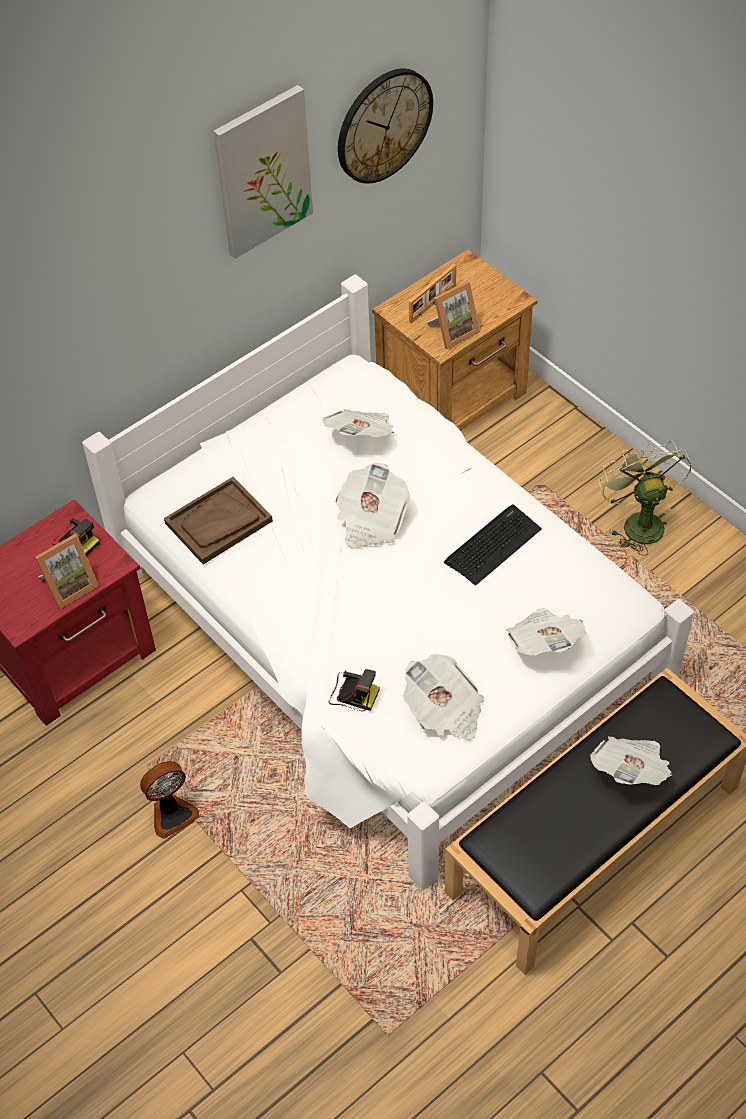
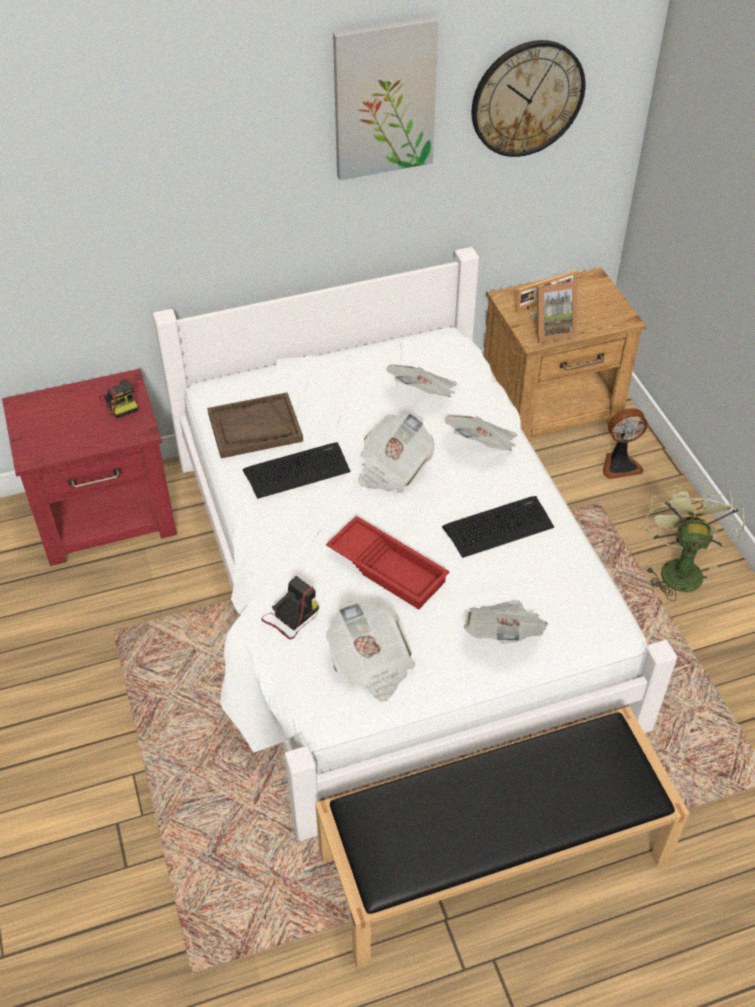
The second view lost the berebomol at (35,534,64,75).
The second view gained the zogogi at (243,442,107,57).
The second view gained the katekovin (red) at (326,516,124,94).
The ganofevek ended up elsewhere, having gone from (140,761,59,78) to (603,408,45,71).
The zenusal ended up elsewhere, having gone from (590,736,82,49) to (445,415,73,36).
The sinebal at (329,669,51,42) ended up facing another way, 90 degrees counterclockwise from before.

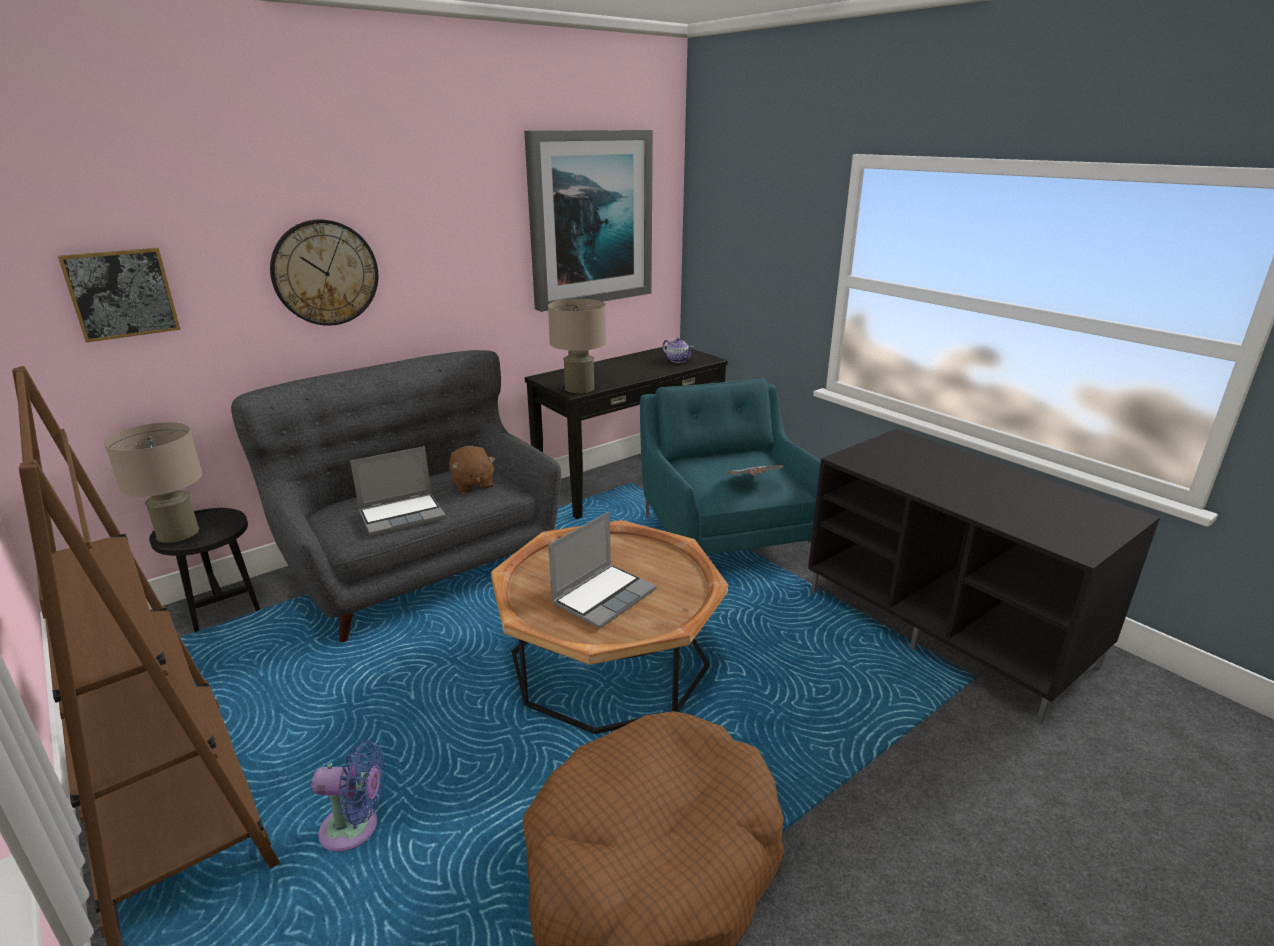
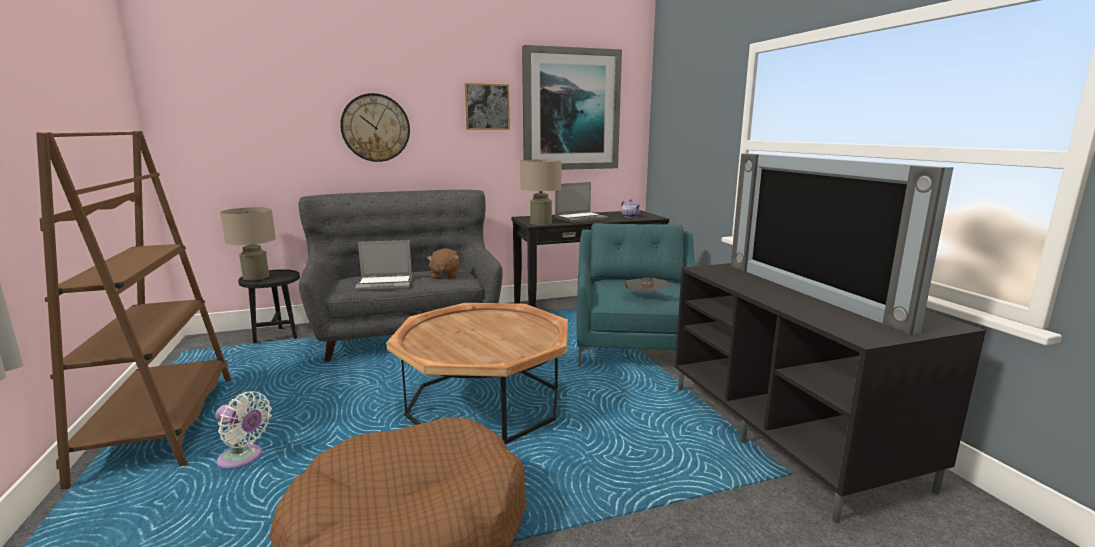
The second view gained the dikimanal at (731,153,223,182).
The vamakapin ended up elsewhere, having gone from (58,248,123,95) to (465,83,45,47).
The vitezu ended up elsewhere, having gone from (548,512,109,117) to (555,182,53,41).
What was the ganofevek (blue) at (311,740,74,112) turned into the ganofevek (white) at (215,391,57,78).

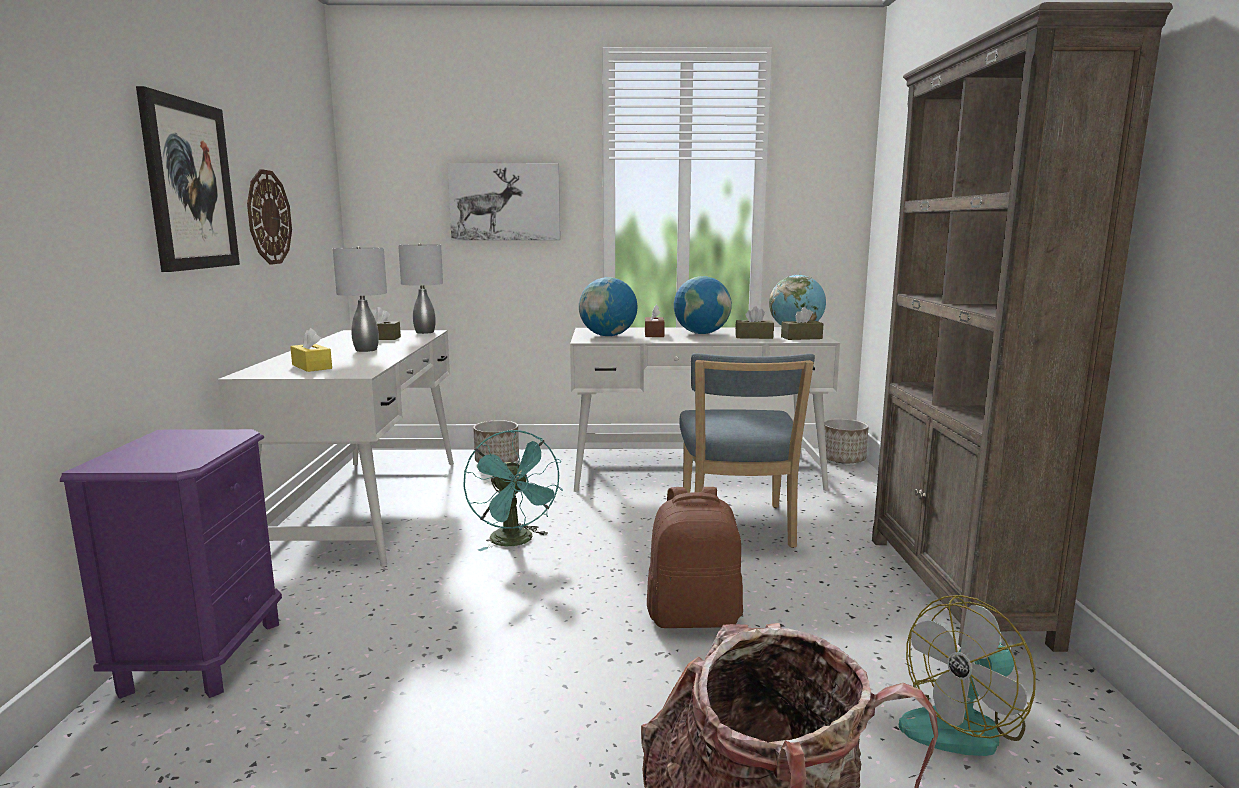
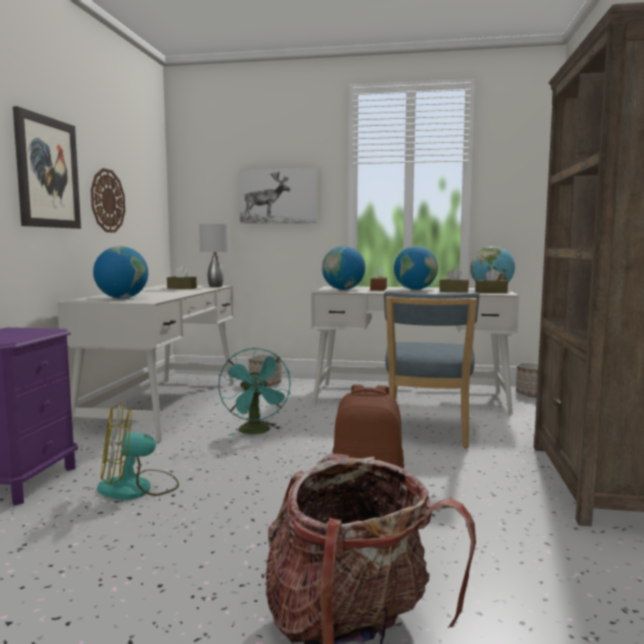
The second view lost the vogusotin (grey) at (333,246,54,106).
The ganofevek ended up elsewhere, having gone from (899,595,137,161) to (97,403,82,97).
Where the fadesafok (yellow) stood at (290,328,42,44), the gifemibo came to stand at (93,246,55,53).

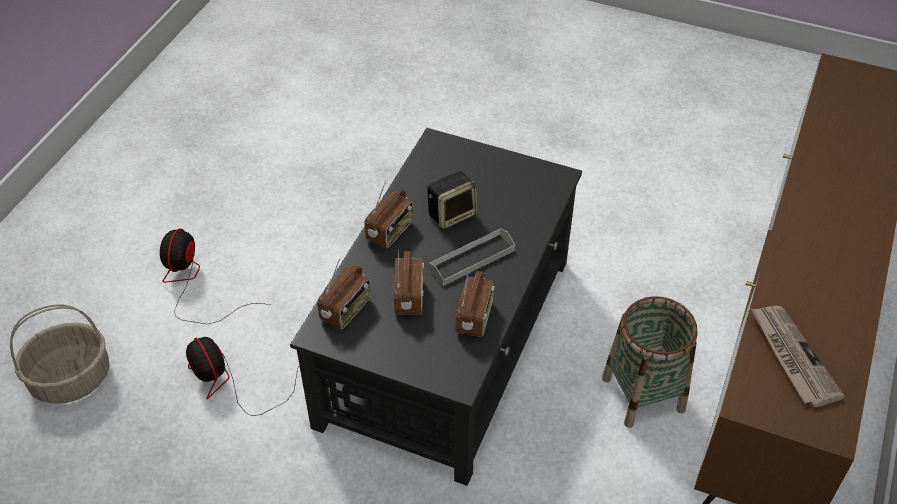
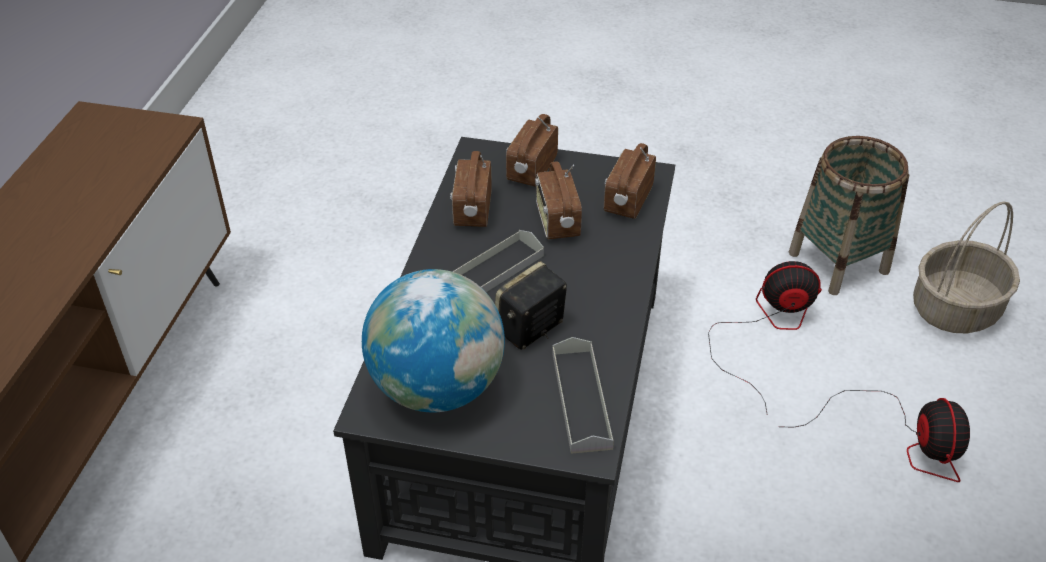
The second view lost the zenusal at (751,306,94,101).
The second view gained the gifemibo at (362,269,143,144).
The second view gained the katekovin (grey) at (552,337,62,117).
The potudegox ended up elsewhere, having gone from (364,181,49,68) to (506,114,52,73).
The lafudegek ended up elsewhere, having gone from (602,296,96,132) to (789,136,120,159).
The ganofevek at (186,337,113,79) ended up facing another way, 45 degrees counterclockwise from before.

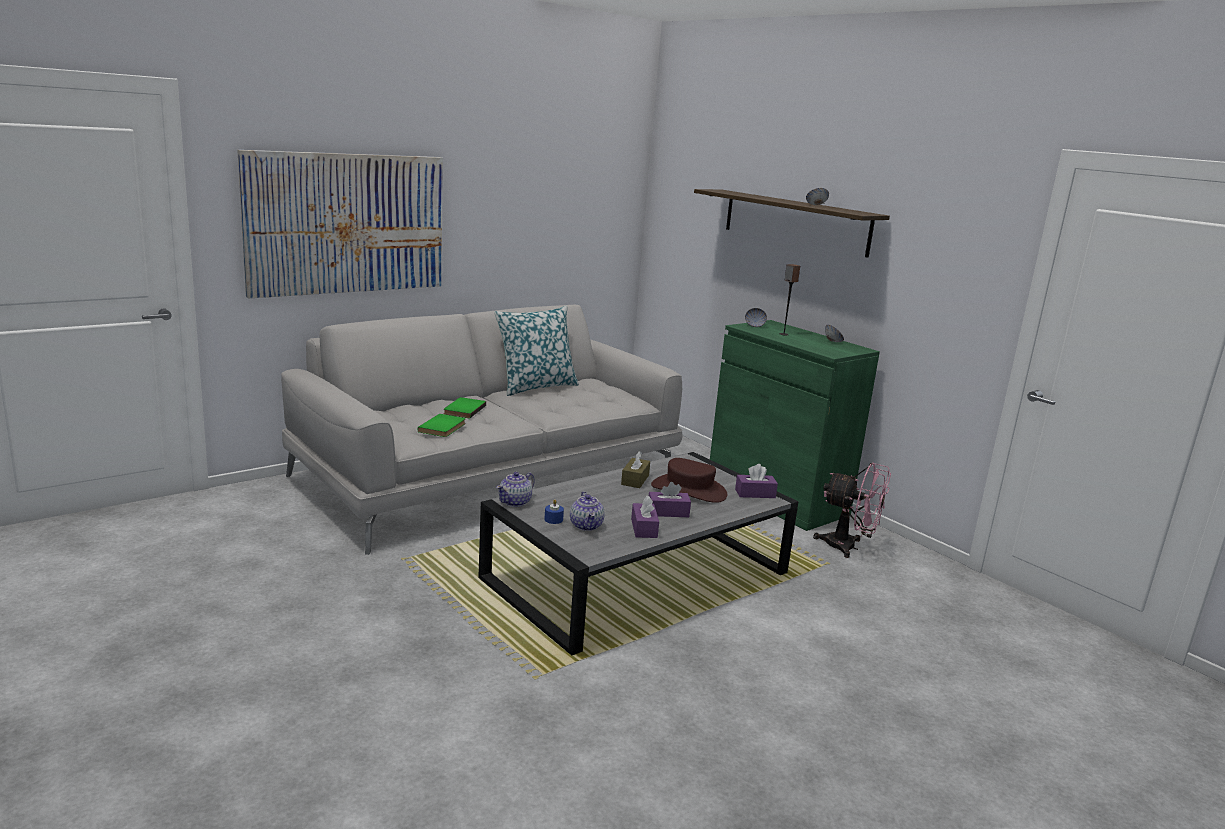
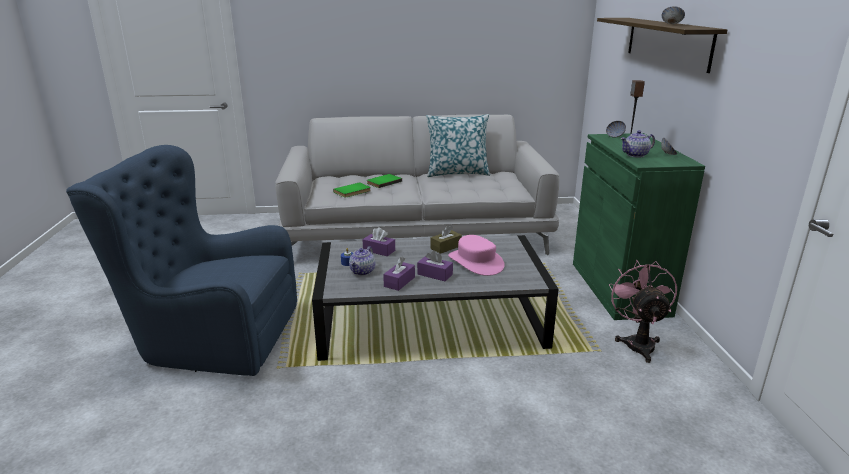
The second view lost the vamakapin at (237,150,206,149).
The second view gained the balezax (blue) at (66,145,231,231).
The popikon ended up elsewhere, having gone from (496,472,39,35) to (620,130,35,28).
The fadesafok (purple) ended up elsewhere, having gone from (735,464,43,34) to (362,227,33,29).
What was the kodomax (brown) at (651,458,76,45) turned into the kodomax (pink) at (448,235,57,41).
The ganofevek (pink) at (813,463,78,95) ended up facing another way, 150 degrees counterclockwise from before.

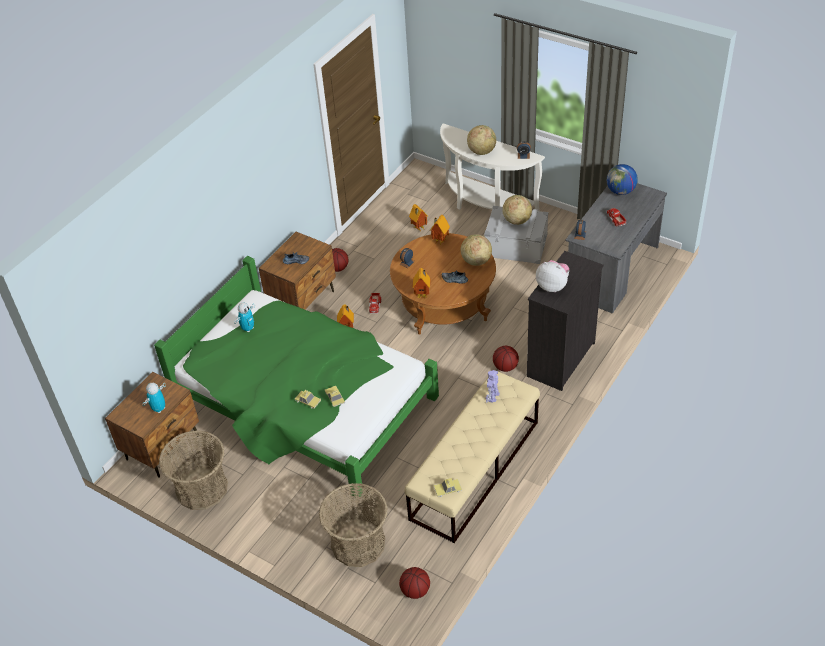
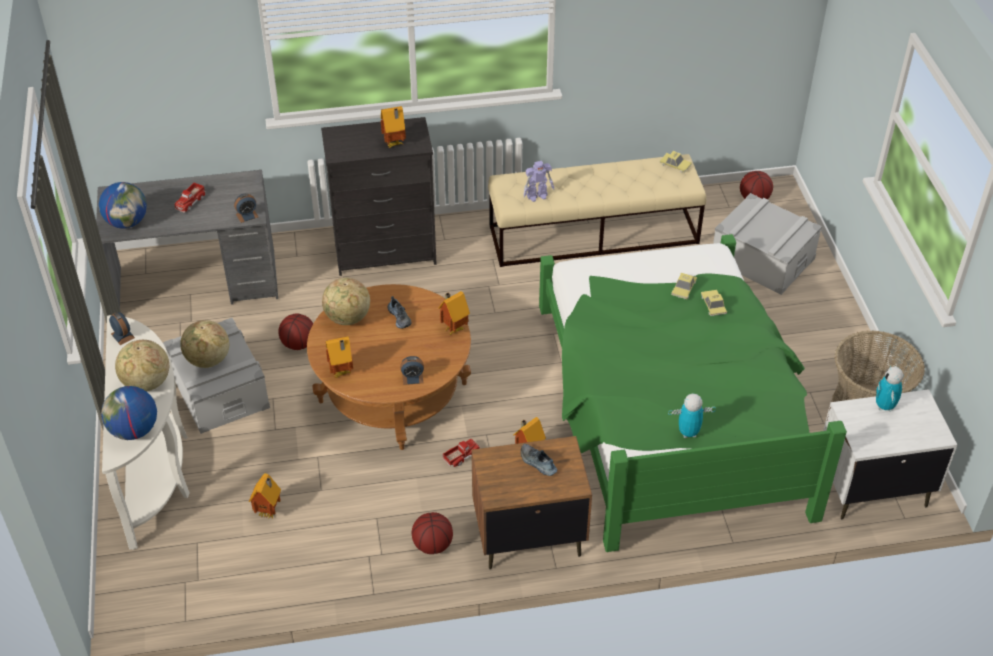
The second view gained the gifemibo at (101,386,56,54).
The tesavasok ended up elsewhere, having gone from (493,346,26,26) to (278,314,35,36).
Where the lafudegek stood at (319,483,69,84), the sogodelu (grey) came to stand at (713,193,109,102).
Where the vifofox stood at (536,260,33,32), the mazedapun came to stand at (381,106,25,42).
What was the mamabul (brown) at (105,372,94,106) turned into the mamabul (white) at (823,389,134,130).
The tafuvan at (143,383,23,30) ended up facing another way, 105 degrees clockwise from before.

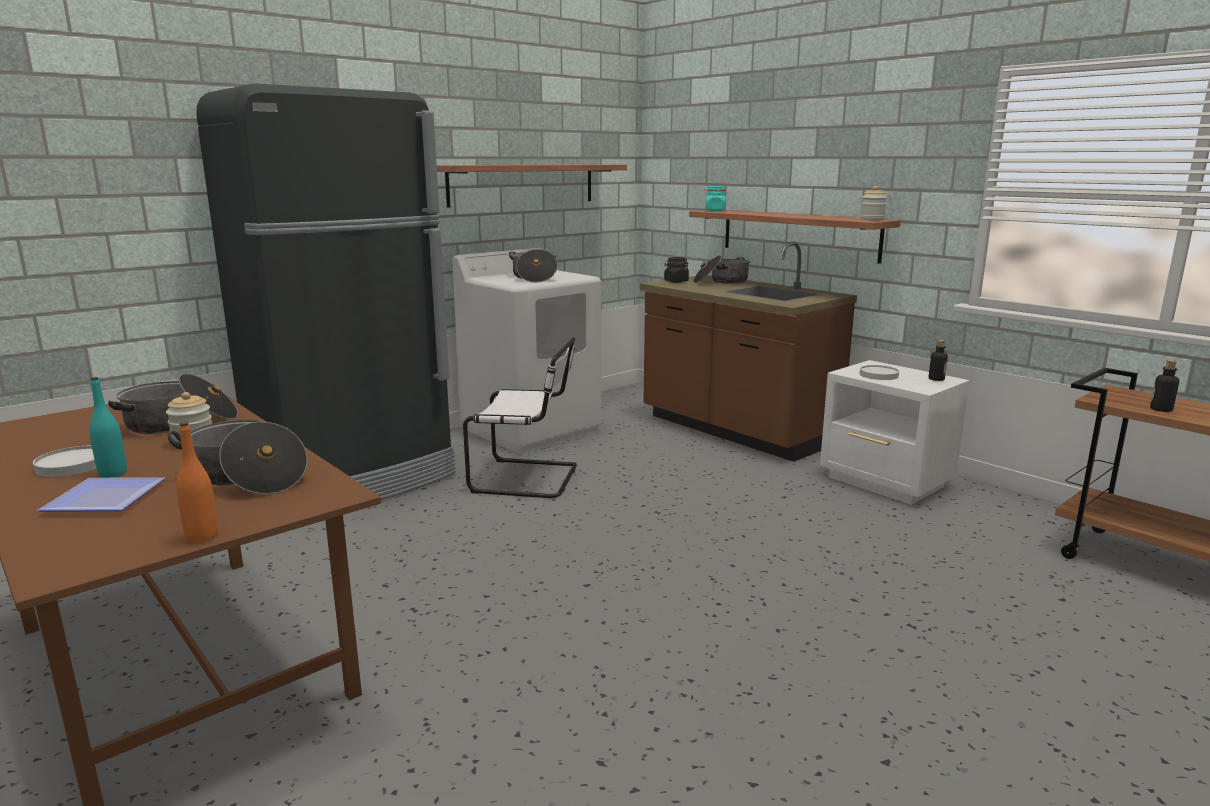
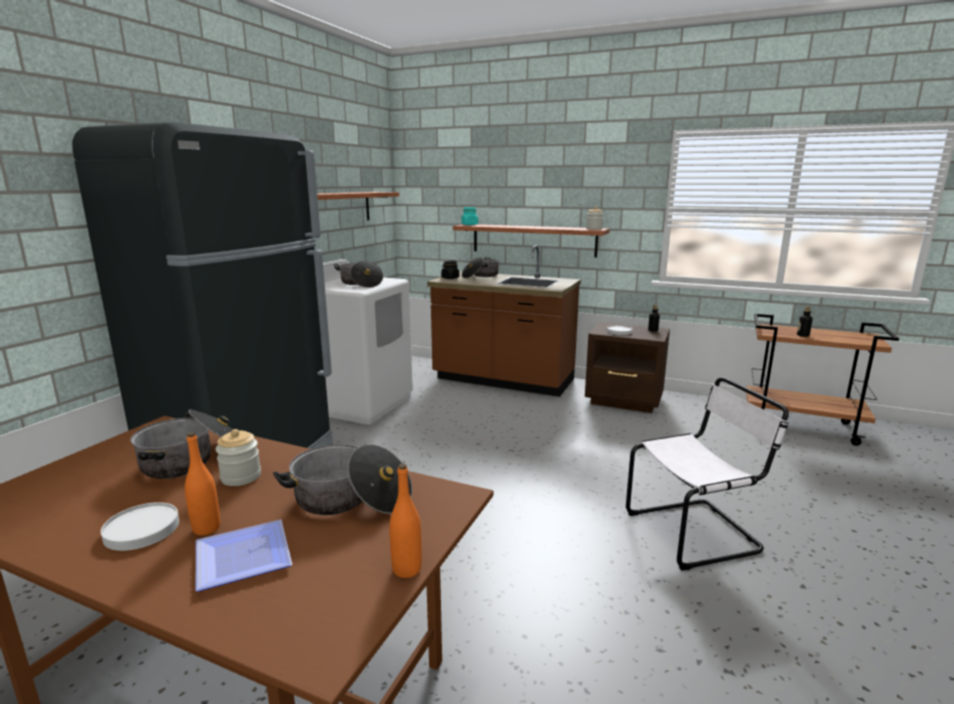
The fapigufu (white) ended up elsewhere, having gone from (463,337,114,161) to (626,377,163,194).
What was the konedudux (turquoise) at (89,377,38,101) turned into the konedudux (orange) at (185,432,35,103).
What was the mamabul (white) at (820,360,150,145) turned into the mamabul (brown) at (585,322,85,91).

